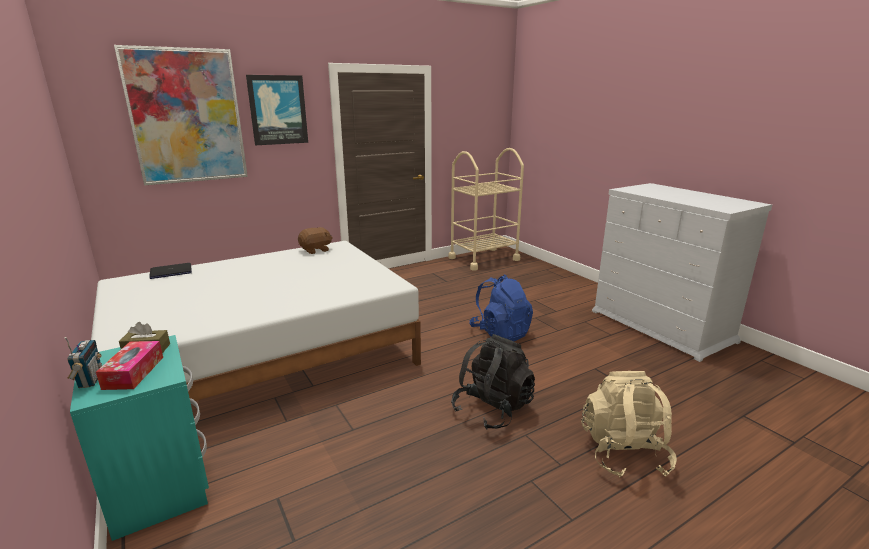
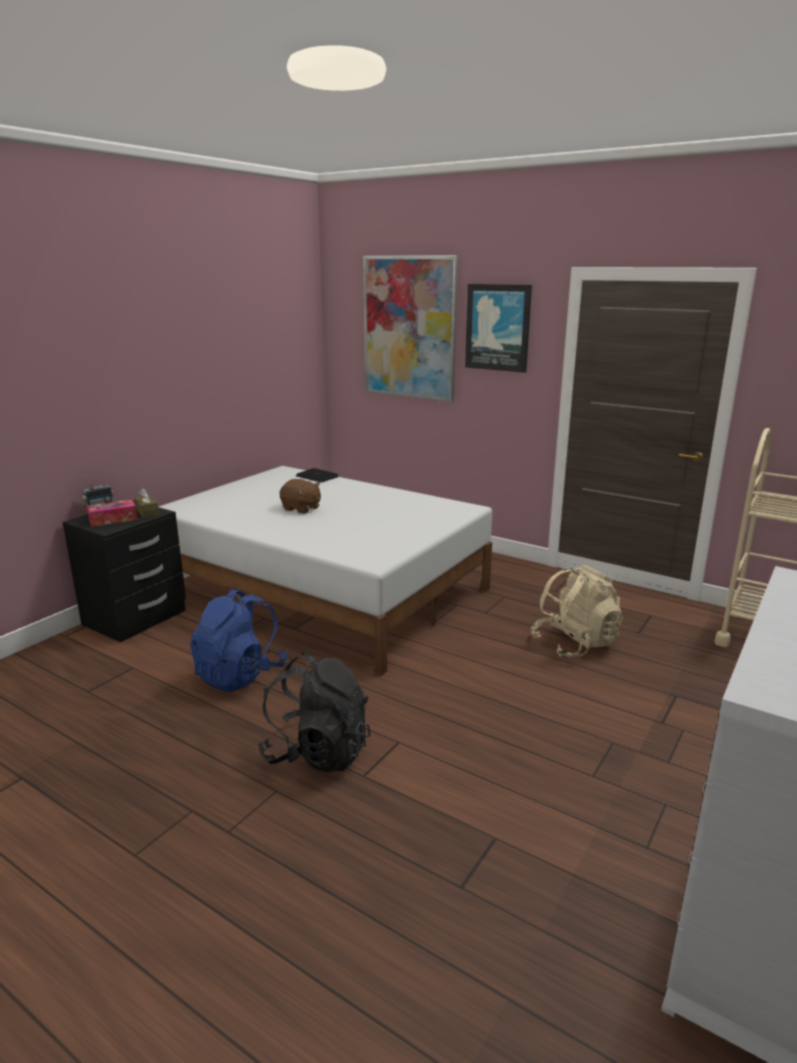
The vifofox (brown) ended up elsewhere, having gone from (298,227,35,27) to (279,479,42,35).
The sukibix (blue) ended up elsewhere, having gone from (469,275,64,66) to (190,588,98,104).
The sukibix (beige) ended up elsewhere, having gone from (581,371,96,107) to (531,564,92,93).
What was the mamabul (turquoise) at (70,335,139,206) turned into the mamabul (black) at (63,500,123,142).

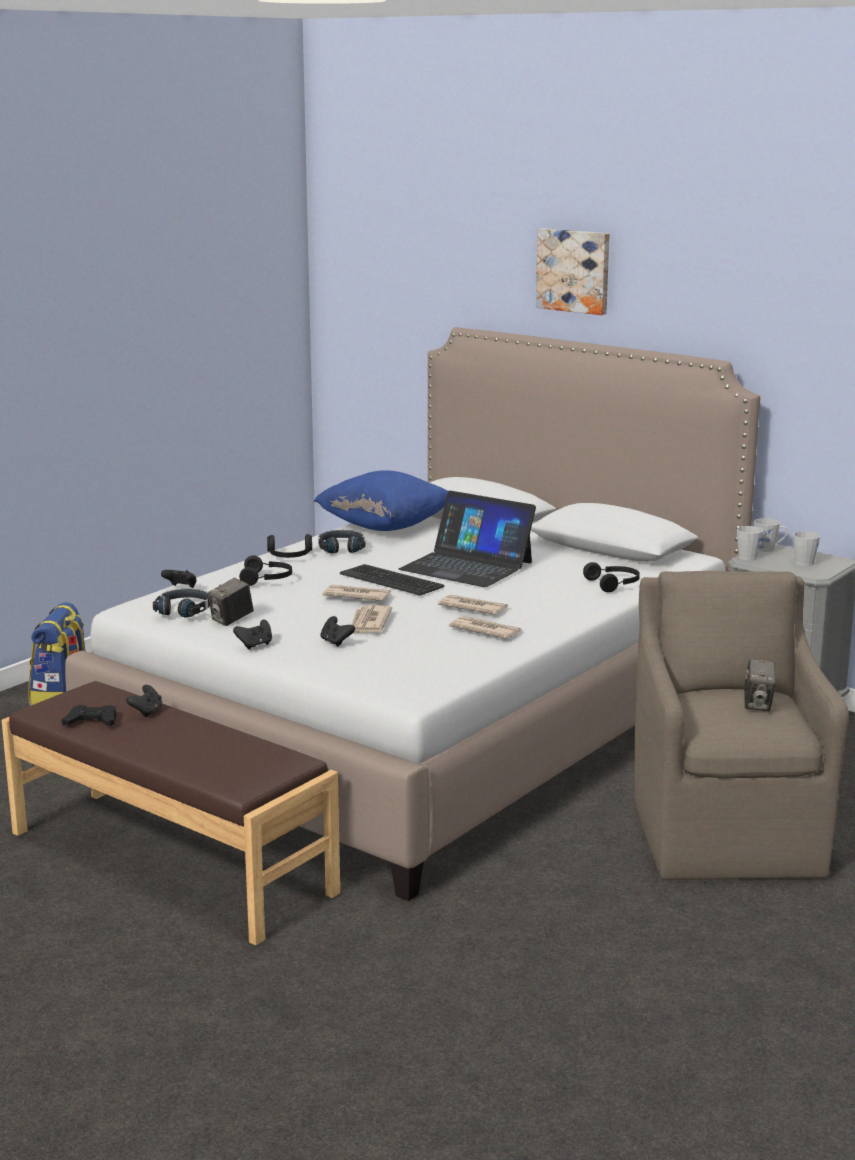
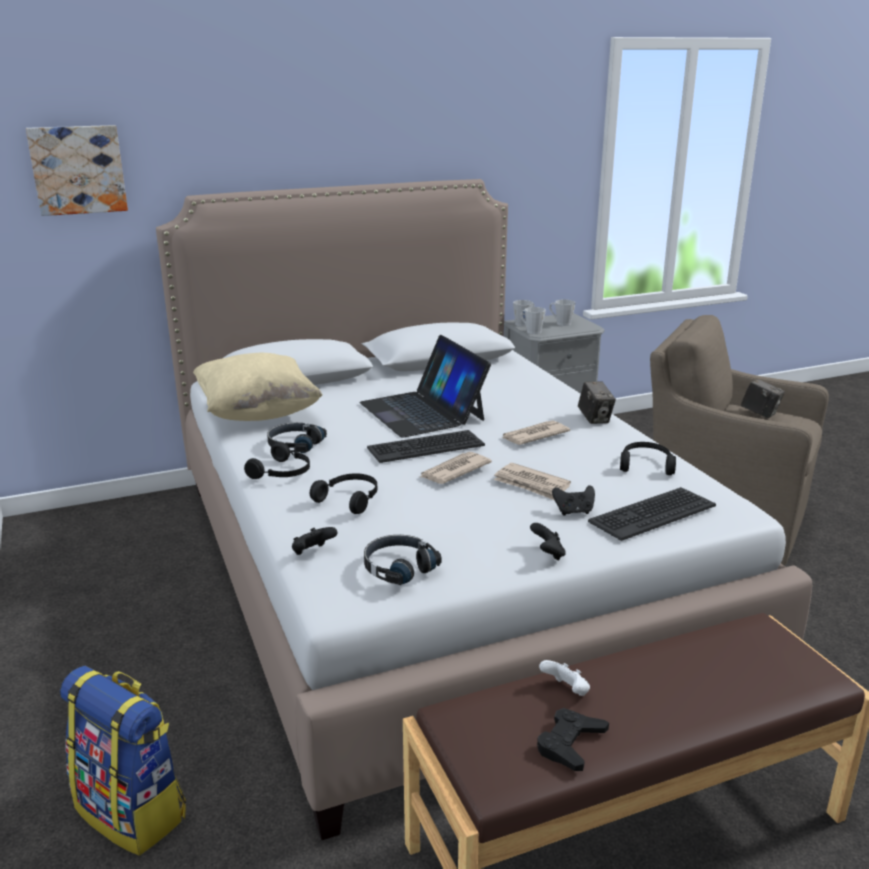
The second view lost the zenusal at (449,616,73,23).
The second view gained the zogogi at (588,487,128,54).
The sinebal ended up elsewhere, having gone from (208,578,46,48) to (578,382,38,42).
The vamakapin ended up elsewhere, having gone from (536,228,73,87) to (26,125,102,91).
The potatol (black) ended up elsewhere, having gone from (583,562,57,30) to (620,442,56,33).
What was the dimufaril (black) at (126,685,36,32) turned into the dimufaril (white) at (539,660,51,36).
What was the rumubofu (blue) at (314,470,134,61) turned into the rumubofu (beige) at (193,353,130,68).
The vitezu at (399,491,137,96) ended up facing another way, 90 degrees clockwise from before.

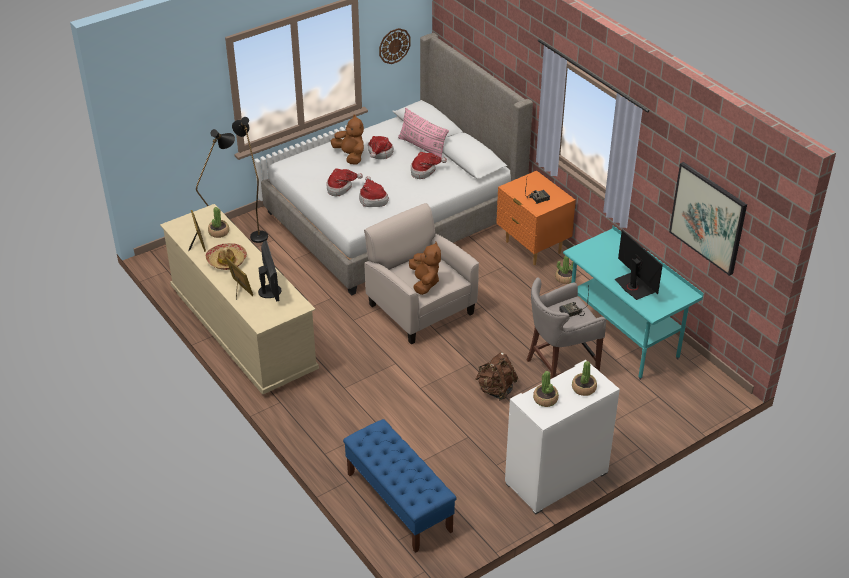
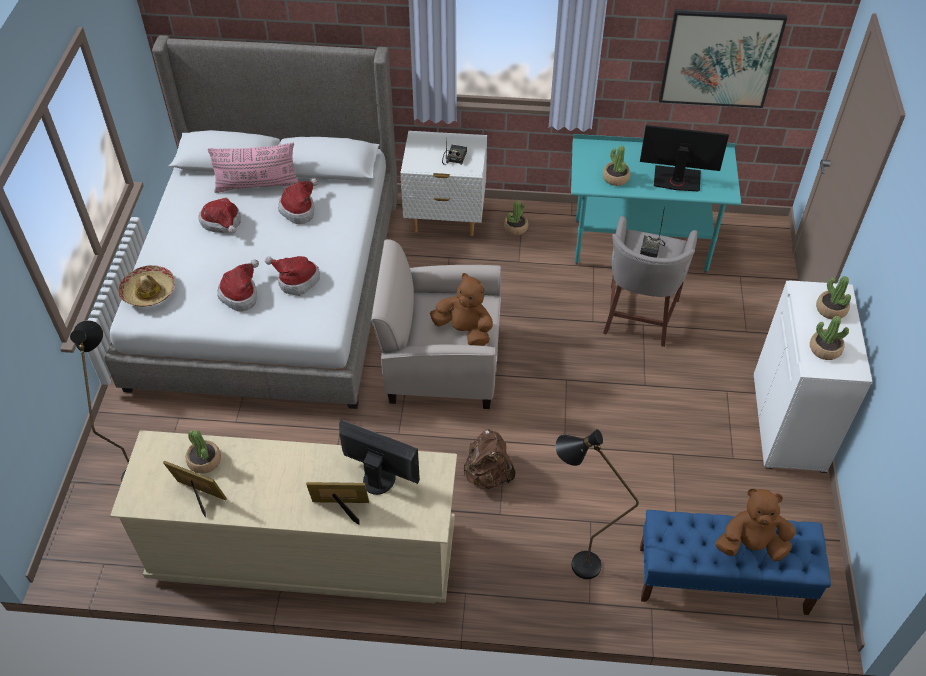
The second view lost the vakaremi at (379,28,32,36).
The second view gained the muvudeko at (603,146,27,40).
The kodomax ended up elsewhere, having gone from (206,243,41,27) to (118,265,57,42).
The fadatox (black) ended up elsewhere, having gone from (232,117,36,126) to (555,429,84,150).
The vifofox (brown) ended up elsewhere, having gone from (331,115,33,50) to (716,489,80,73).
The sukibix (brown) ended up elsewhere, having gone from (475,352,43,48) to (464,429,52,60).
What was the mamabul (orange) at (496,171,80,94) turned into the mamabul (white) at (400,131,87,105).

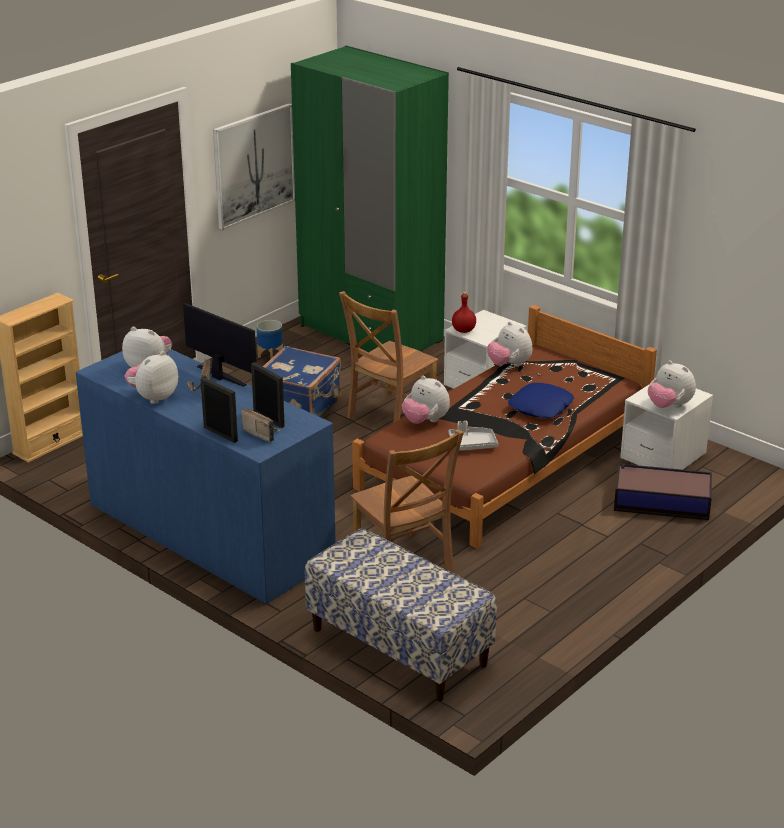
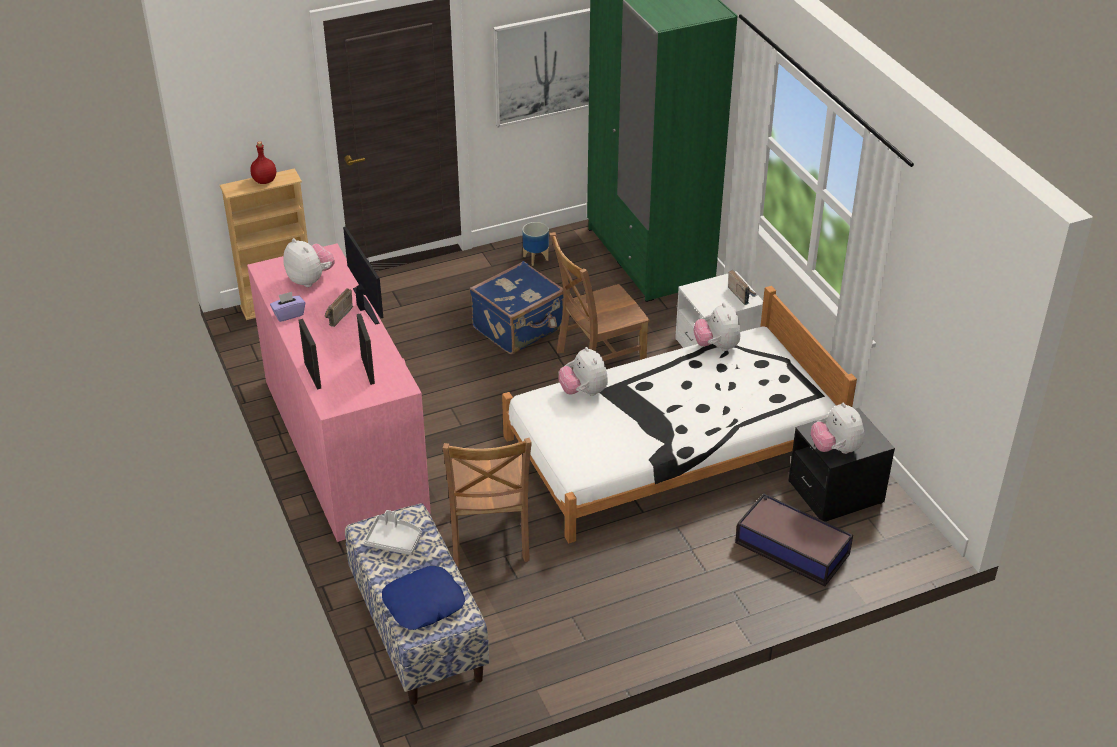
The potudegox ended up elsewhere, having gone from (241,408,39,35) to (728,270,30,35).
The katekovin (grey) ended up elsewhere, having gone from (449,421,49,30) to (364,510,58,45).
The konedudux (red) ended up elsewhere, having gone from (452,292,24,41) to (250,141,26,43).
The rumubofu (blue) ended up elsewhere, having gone from (508,383,66,35) to (382,566,83,64).
Where the vifofox stood at (125,351,53,53), the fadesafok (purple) came to stand at (270,292,35,30).
What was the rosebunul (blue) at (76,349,260,255) turned into the rosebunul (pink) at (247,244,184,298).
What was the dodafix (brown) at (352,305,305,243) turned into the dodafix (white) at (502,286,355,257).
What was the mamabul (white) at (620,384,93,86) turned into the mamabul (black) at (788,408,107,114).

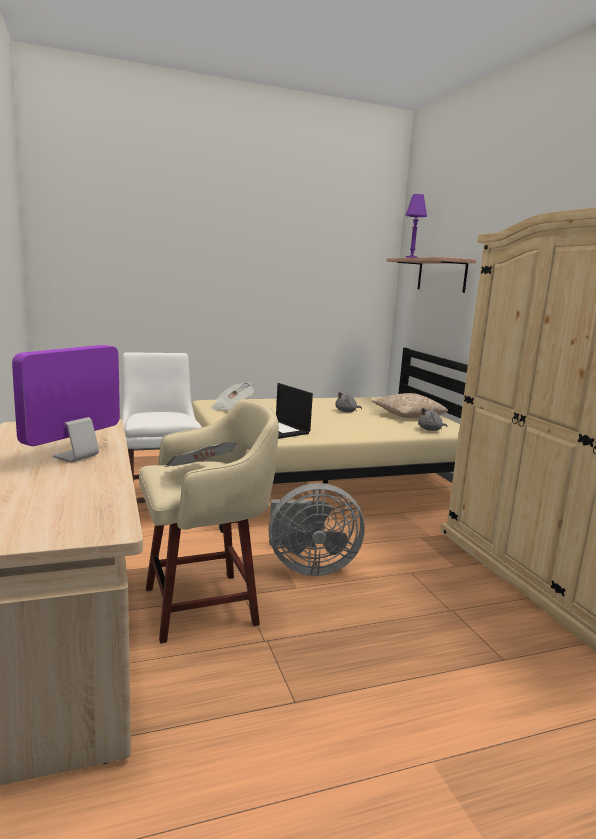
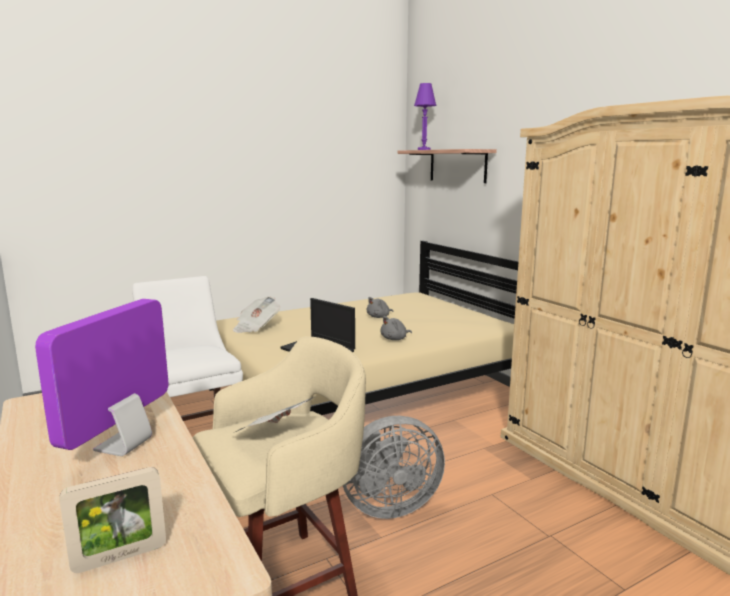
The second view lost the rumubofu at (372,393,76,25).
The second view gained the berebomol at (60,467,106,106).
The vifofox (grey) ended up elsewhere, having gone from (418,408,29,23) to (380,316,32,24).

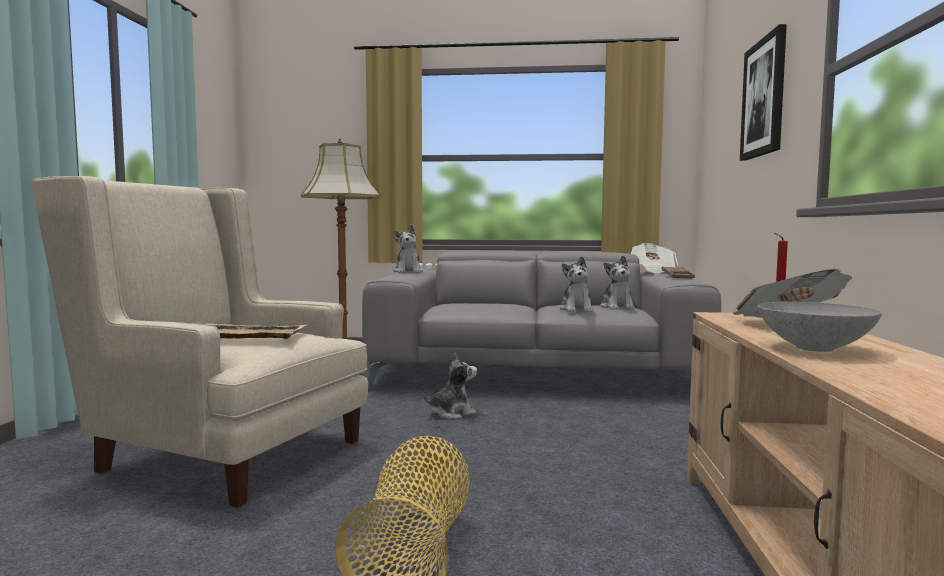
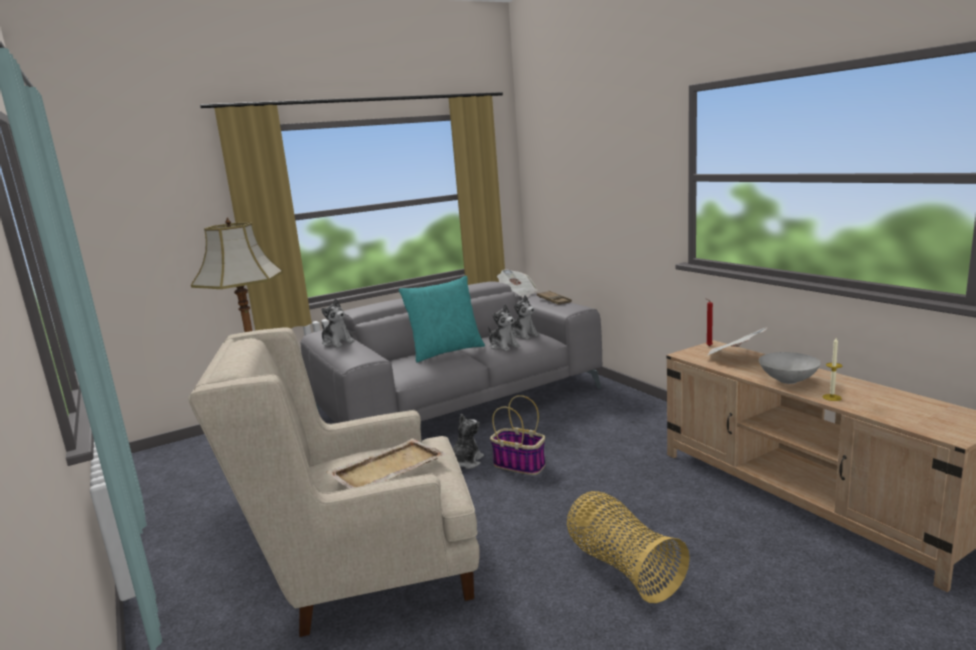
The second view lost the vamakapin at (740,24,47,137).
The second view gained the rumubofu (turquoise) at (399,276,86,87).
The second view gained the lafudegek at (490,395,55,80).
The second view gained the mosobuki at (823,338,20,63).

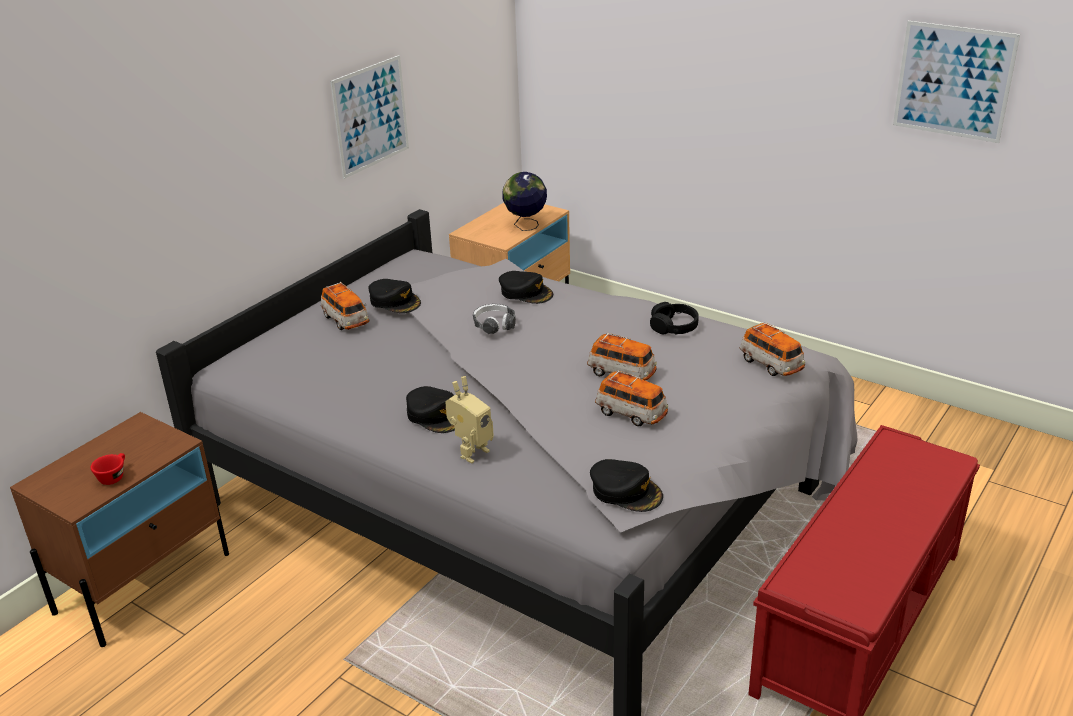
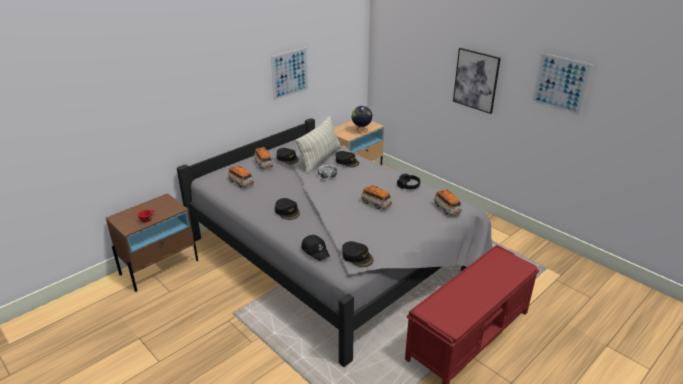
The second view lost the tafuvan at (445,376,49,88).
The second view gained the rumubofu at (295,116,46,58).
The second view gained the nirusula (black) at (301,235,29,26).
The second view gained the vamakapin at (453,48,48,66).
The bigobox ended up elsewhere, having gone from (595,370,73,56) to (228,164,26,23).

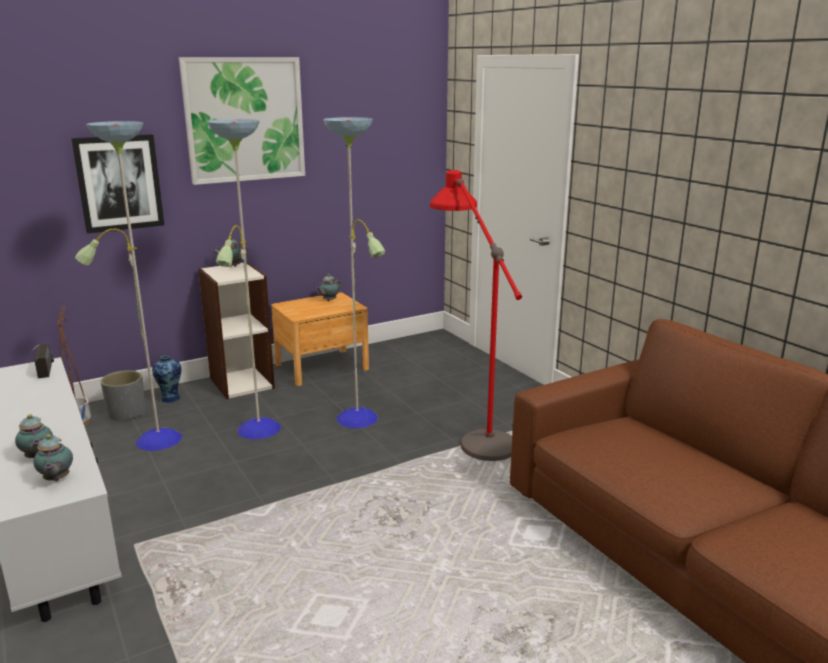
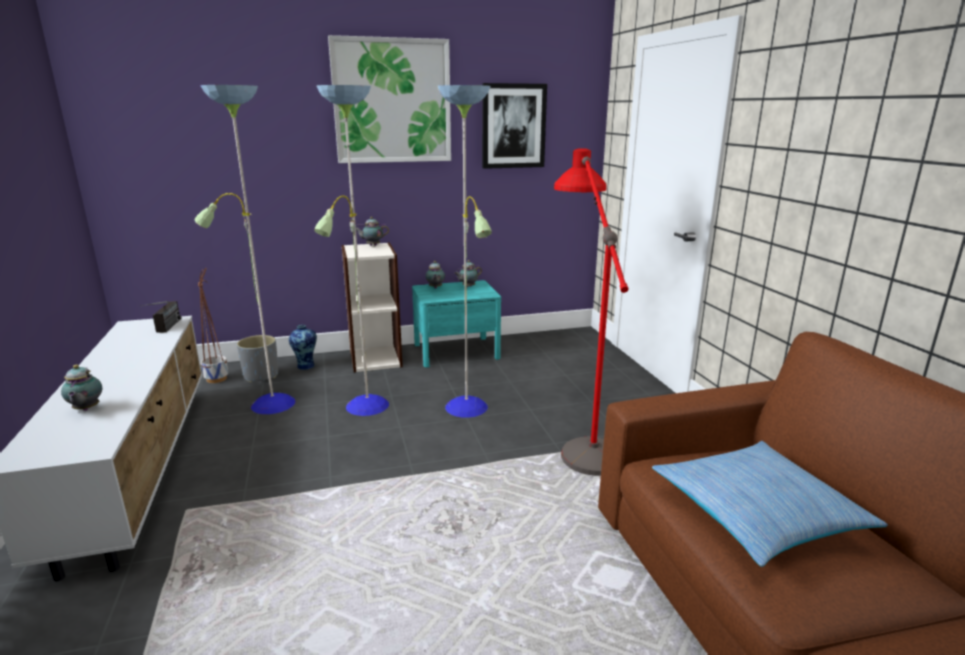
The second view gained the rumubofu at (652,441,236,126).
The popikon ended up elsewhere, having gone from (33,434,40,47) to (426,261,19,27).
The vamakapin ended up elsewhere, having gone from (71,134,93,99) to (482,83,65,86).
What was the mamabul (brown) at (271,292,98,94) turned into the mamabul (turquoise) at (412,280,89,87).

